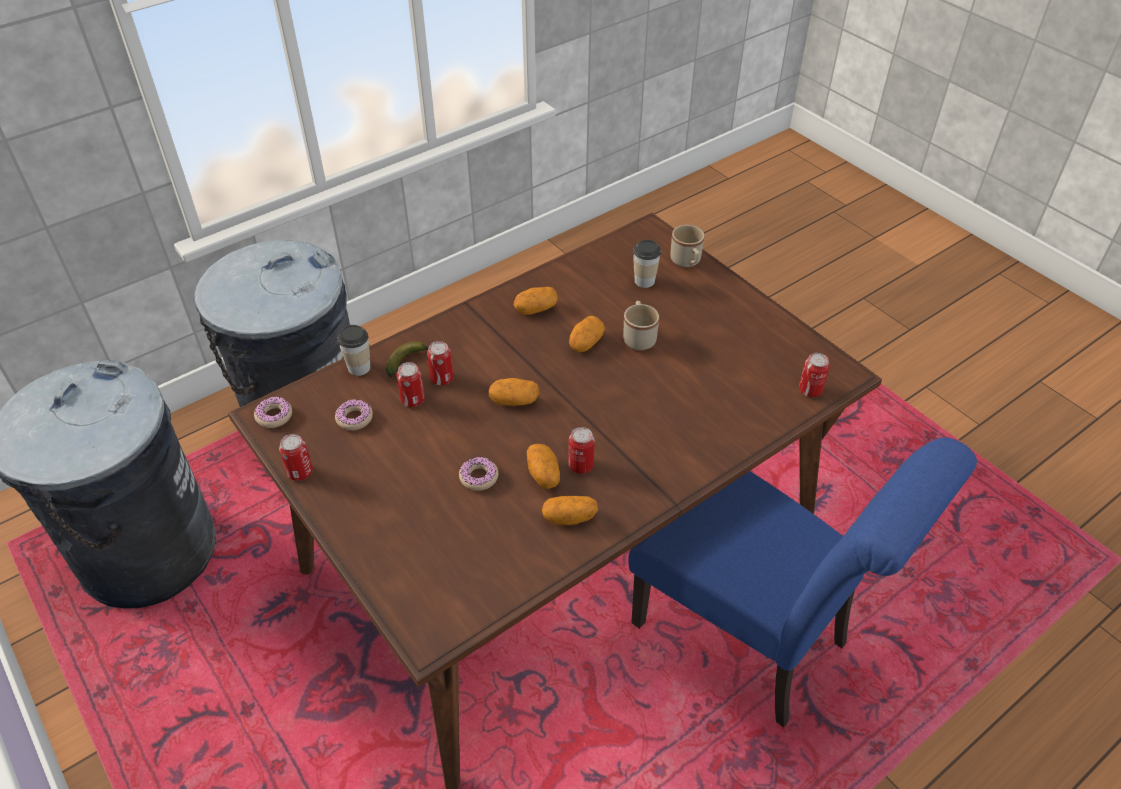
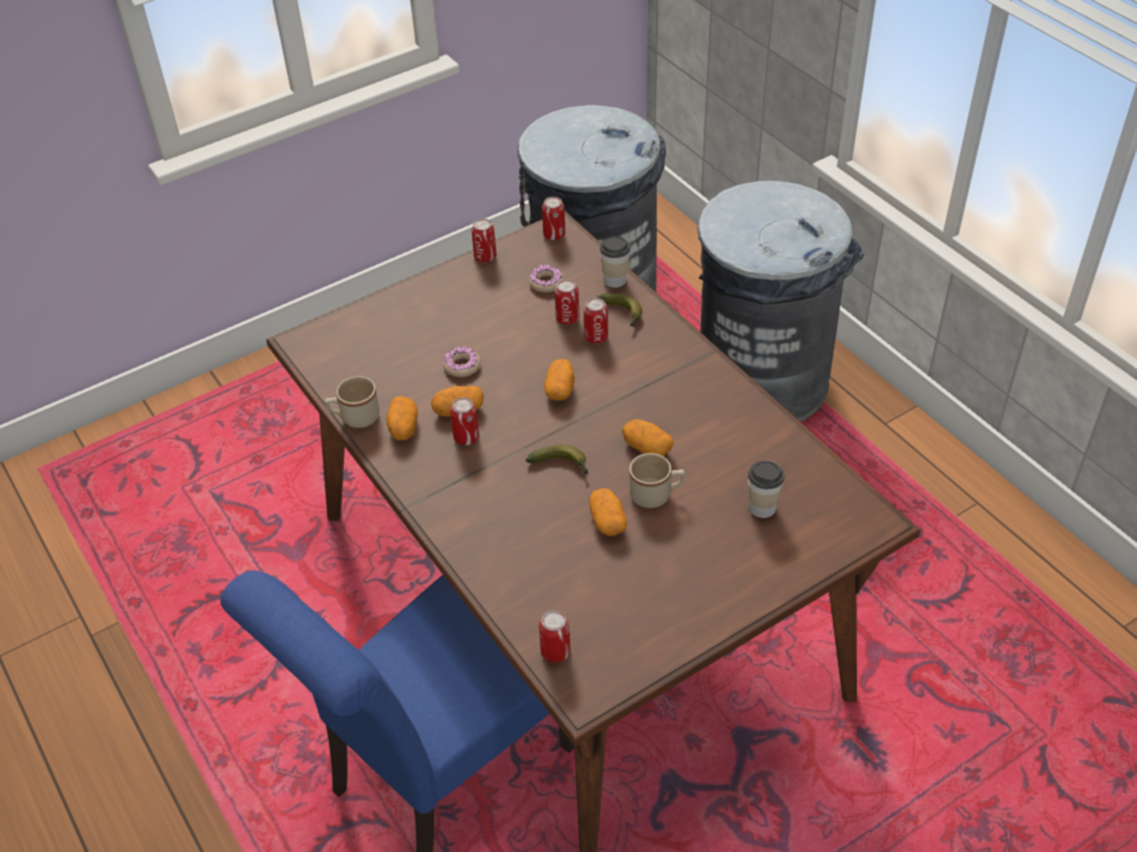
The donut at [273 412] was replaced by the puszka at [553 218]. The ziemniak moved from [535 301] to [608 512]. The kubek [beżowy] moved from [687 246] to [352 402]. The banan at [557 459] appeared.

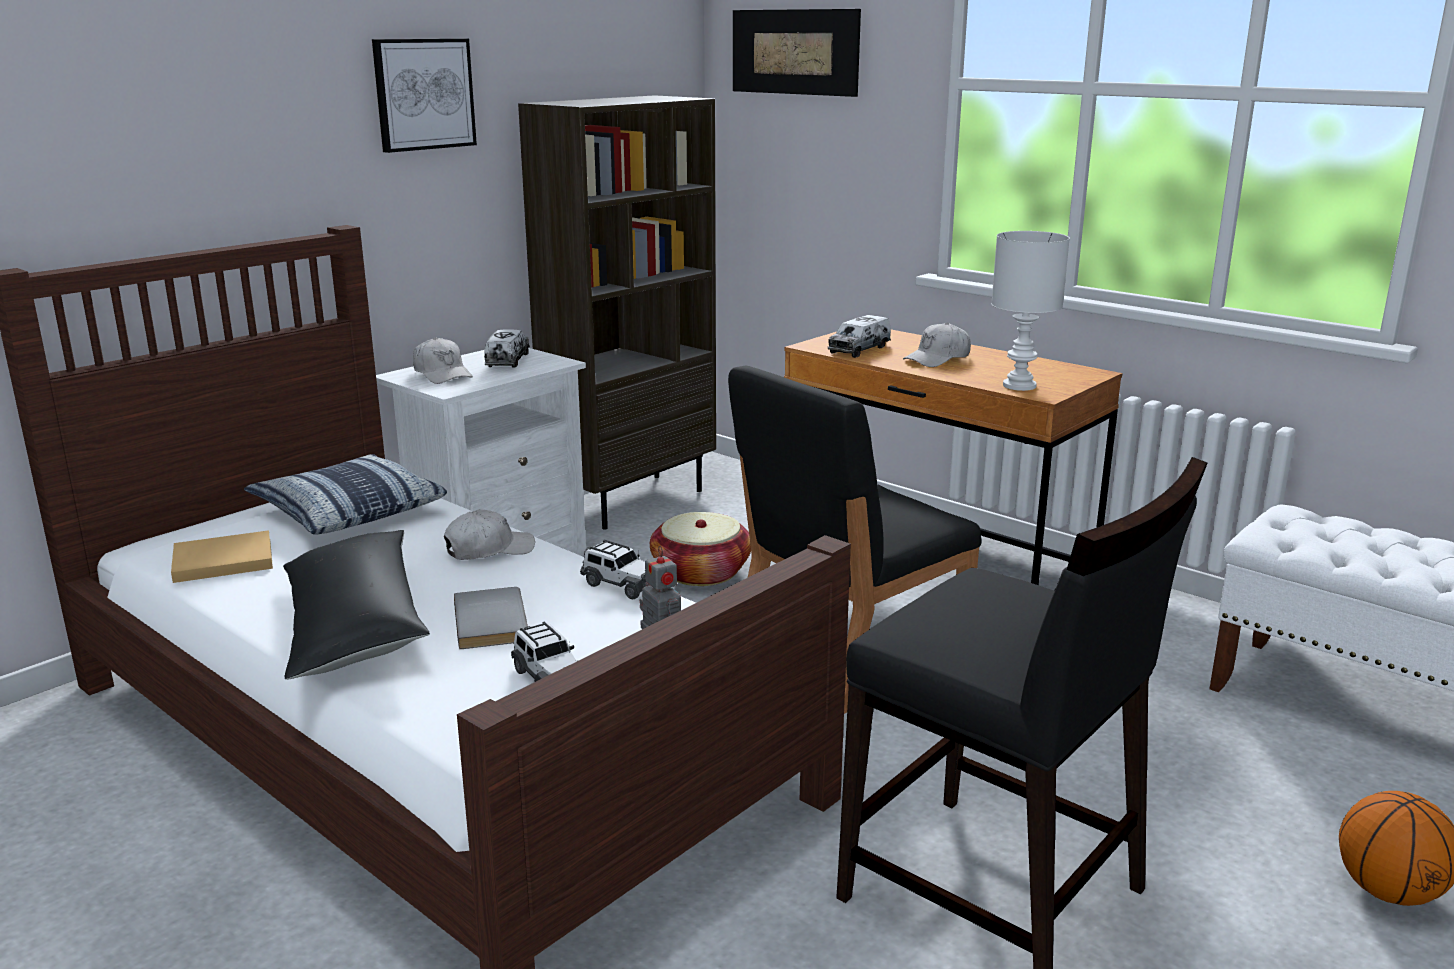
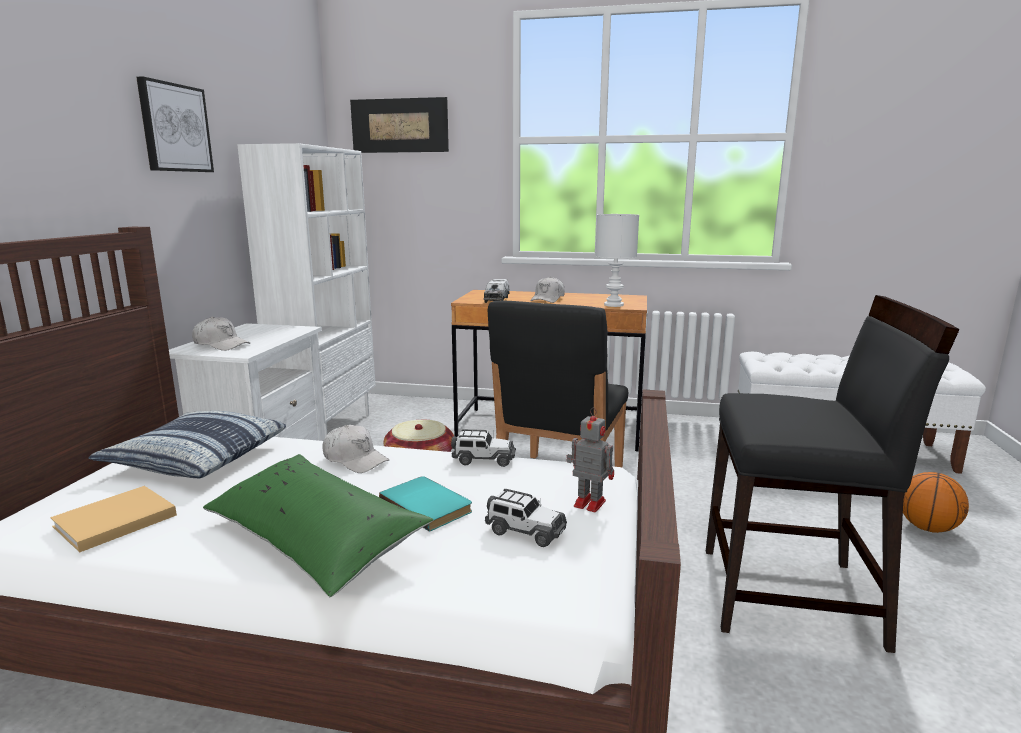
The poduszka [czarny] at [356 605] became the poduszka [zielony] at [318 525]. The czapka z daszkiem [biały] at [489 534] turned 90 degrees clockwise. The książka [szary] at [491 618] became the książka [turkusowy] at [425 504]. The ciężarówka zabawkowa at [507 348] disappeared. The regał [brązowy] at [617 312] became the regał [biały] at [306 289].

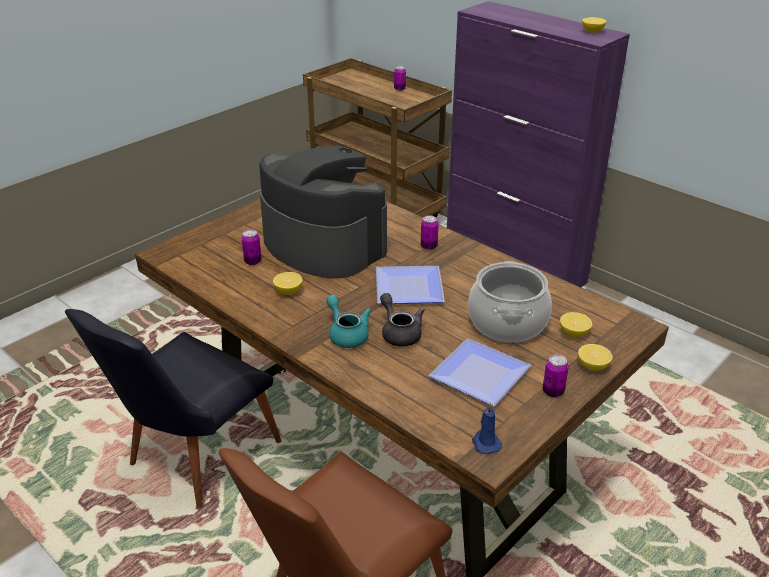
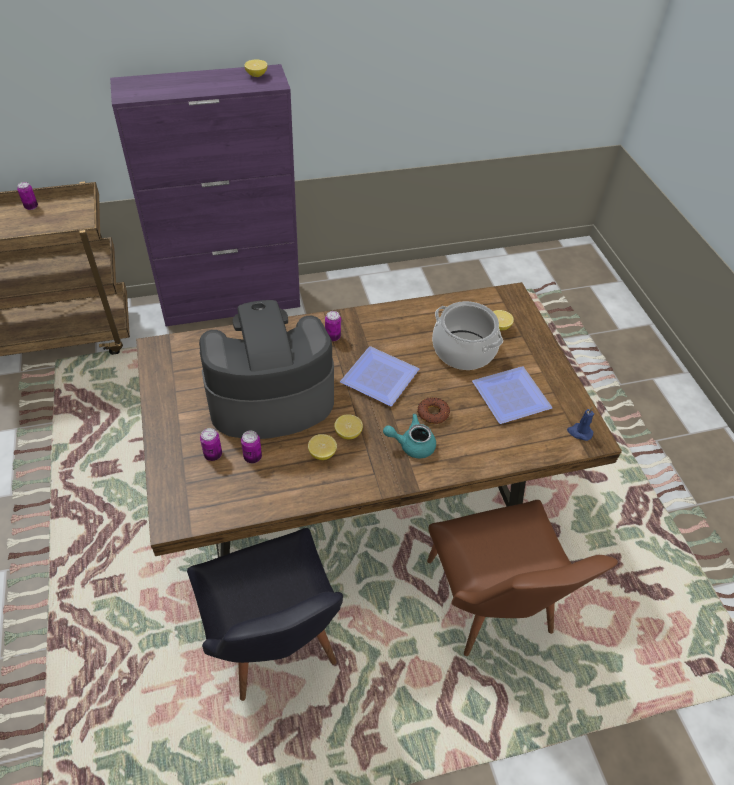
The imbryk [szary] at [402 320] was replaced by the donut at [433 410]. The puszka moved from [556 375] to [211 444]. The cytryna moved from [595 357] to [348 427].

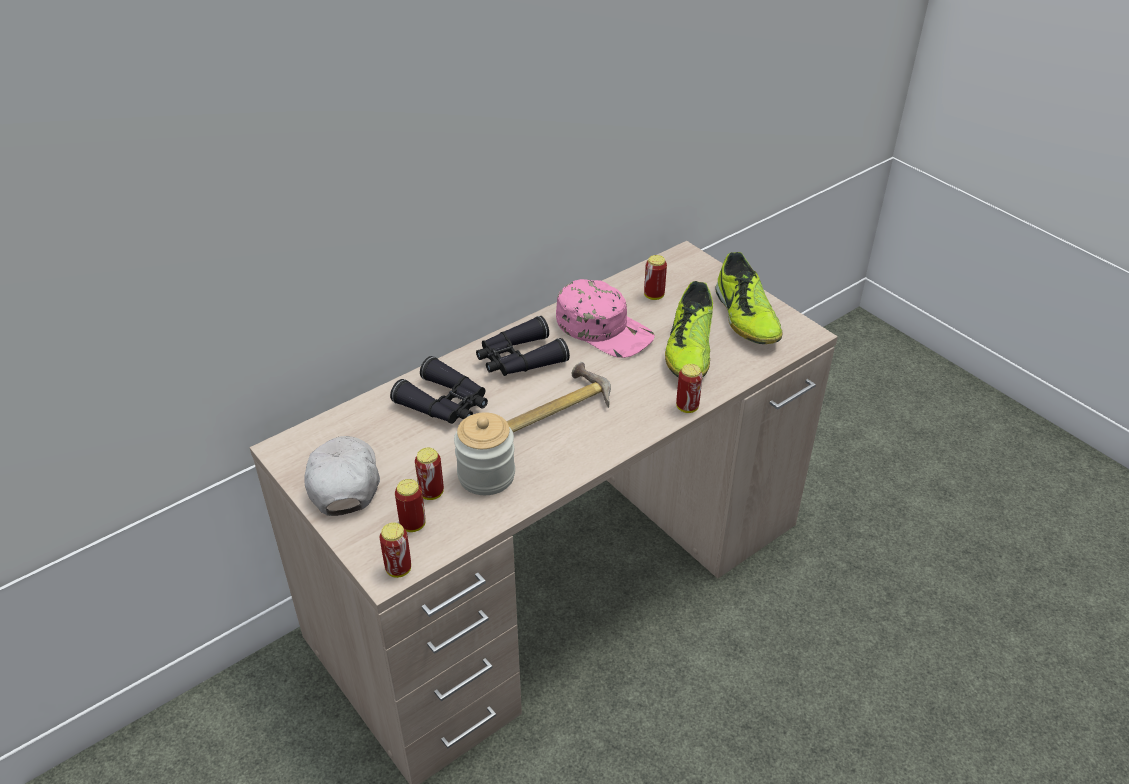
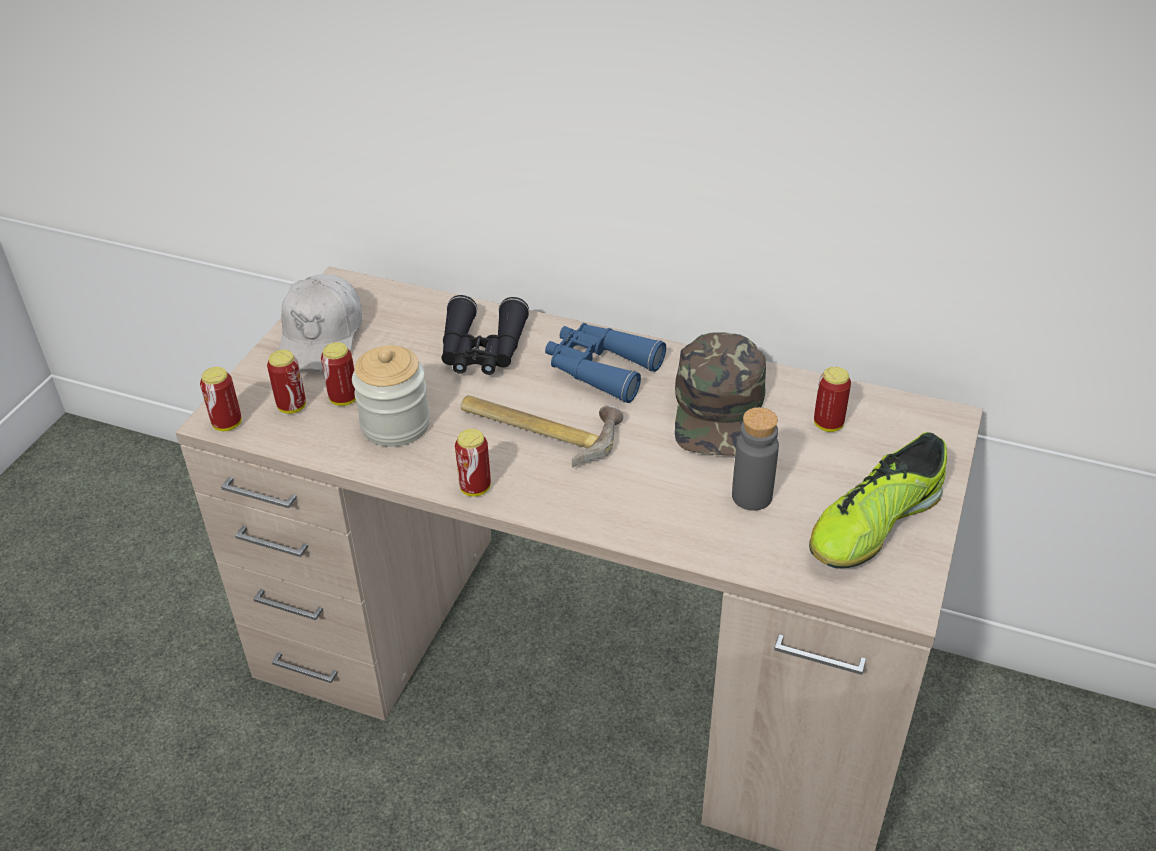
The czapka z daszkiem [biały] at [342 476] turned 135 degrees clockwise. The lornetka [czarny] at [523 346] became the lornetka [niebieski] at [605 363]. The czapka z daszkiem [różowy] at [605 318] became the czapka z daszkiem [zielony] at [720 394]. The but at [689 329] was replaced by the butelka [szary] at [755 458]. The puszka moved from [689 388] to [473 463].

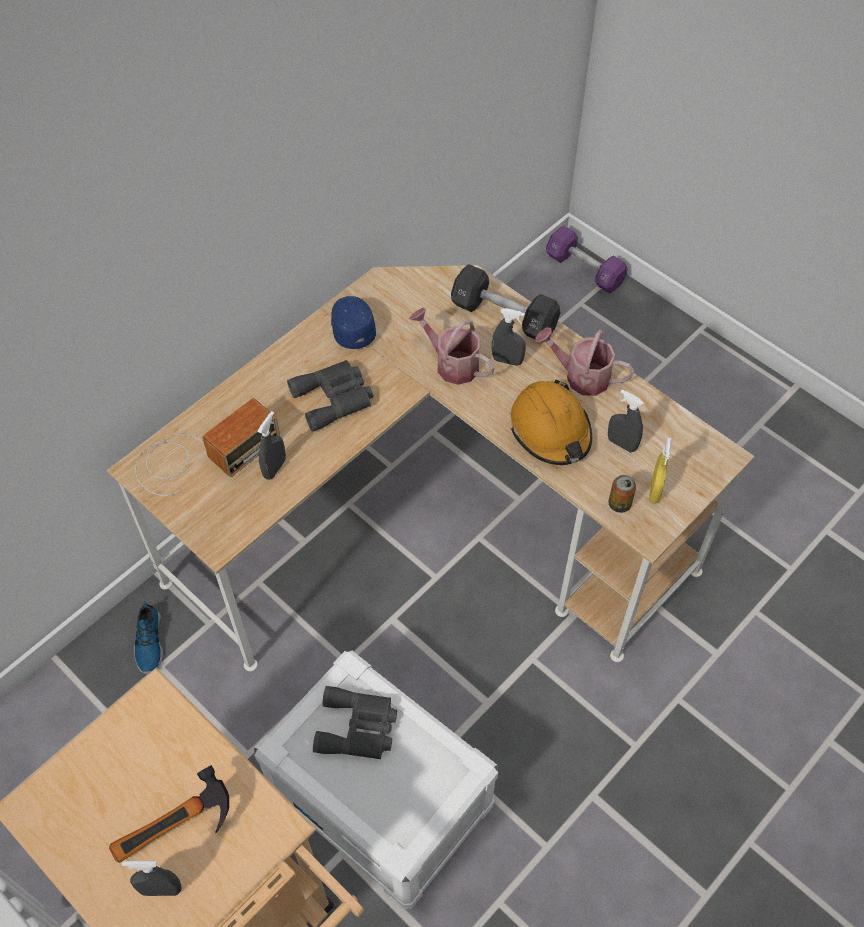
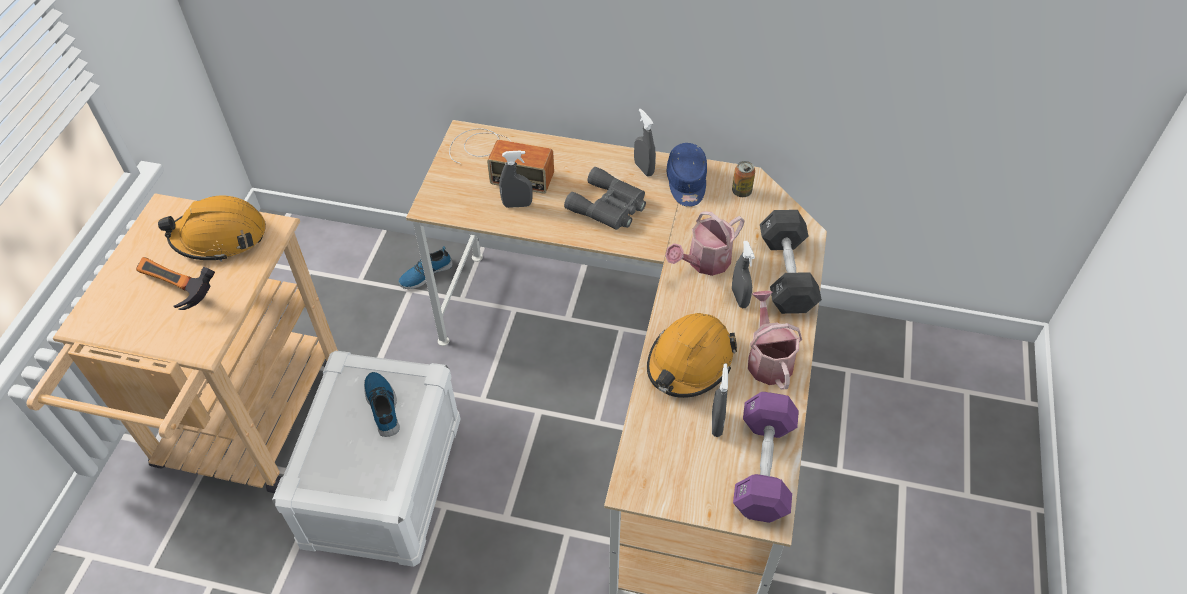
The spryskiwacz [szary] moved from [152 878] to [645 143]. The lornetka [szary] at [355 722] was replaced by the but at [382 404]. The czapka z daszkiem [niebieski] at [353 322] turned 135 degrees clockwise. The konewka at [452 346] turned 135 degrees counterclockwise. The hantel [fioletowy] moved from [587 259] to [766 457]. The puszka moved from [622 494] to [743 179]. The spryskiwacz [żółty] at [660 471] disappeared. The kask [pomarańczowy] at [212 228] appeared.

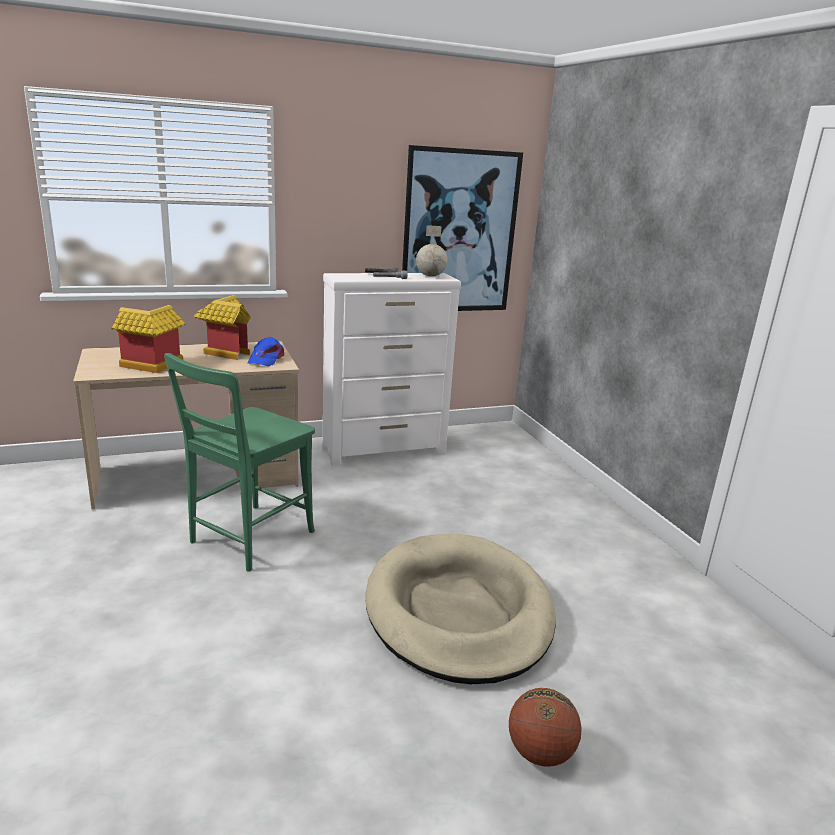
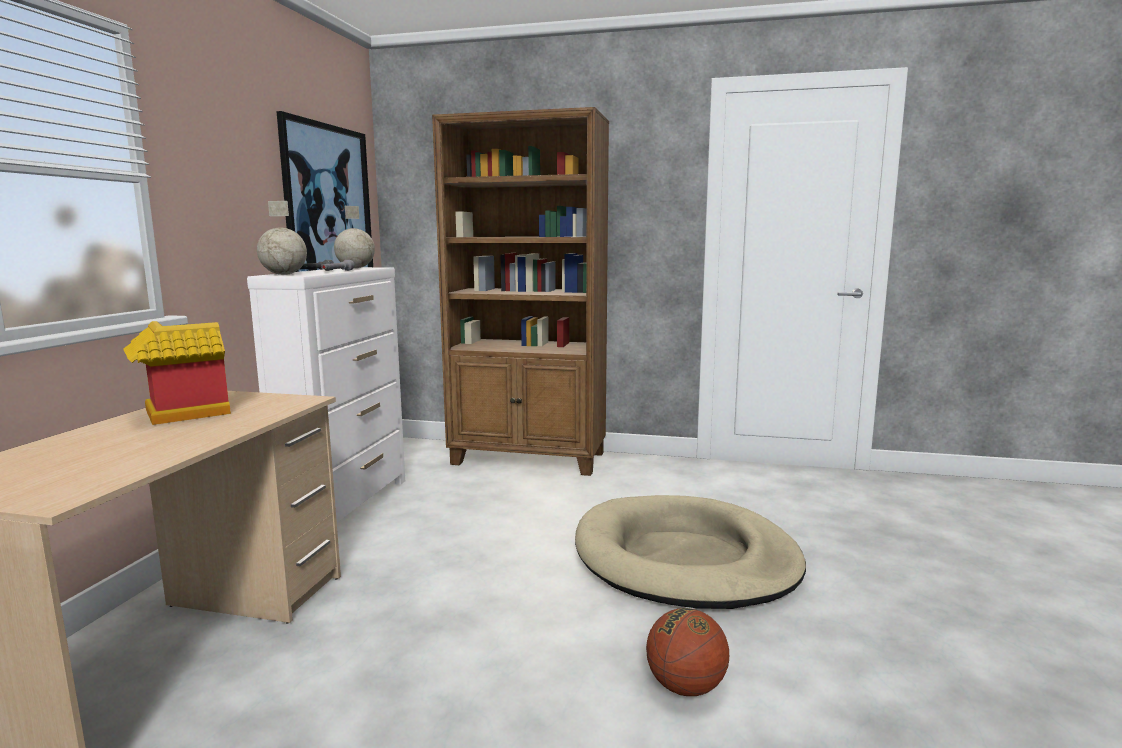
The domek at [148 339] disappeared. The krzesło [zielony] at [239 462] disappeared. The czapka z daszkiem [niebieski] at [265 351] disappeared. The piłka do koszykówki moved from [545 727] to [687 652]. The globus at [282 238] appeared. The regał [brązowy] at [520 291] appeared.

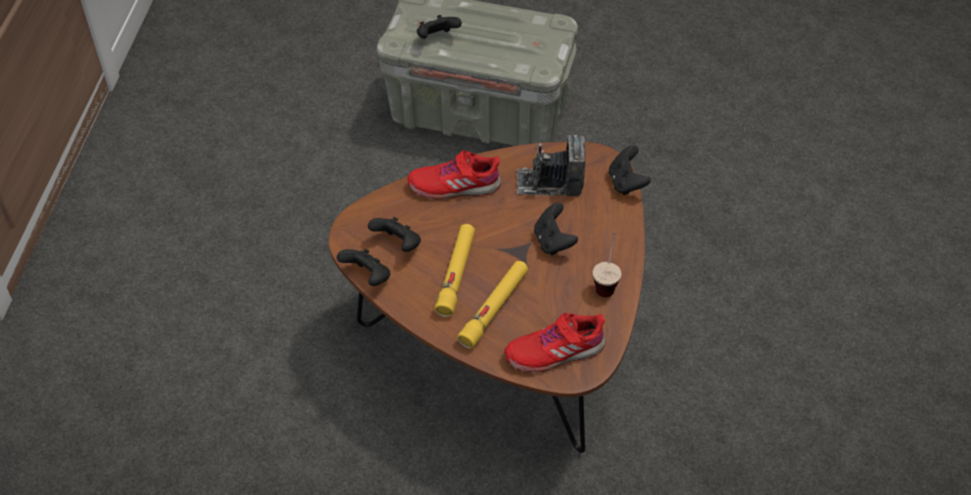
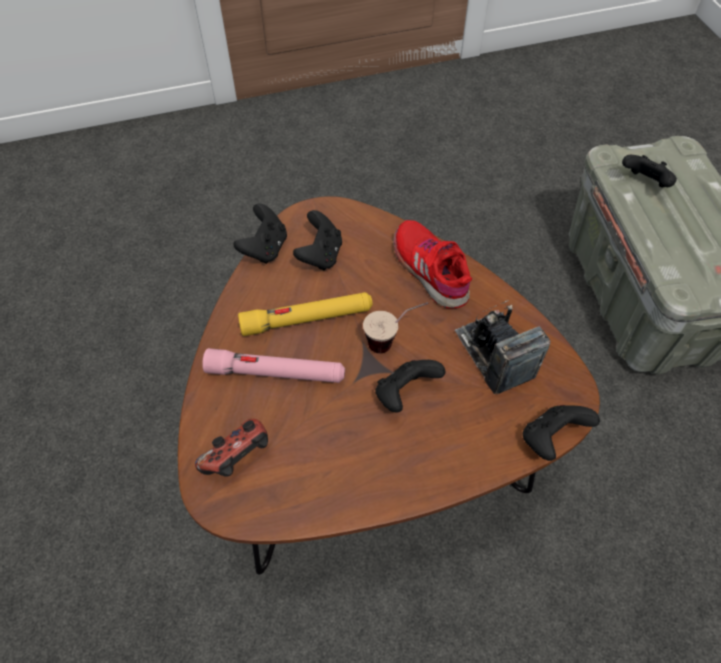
The latarka [żółty] at [492 305] became the latarka [różowy] at [273 365]. The but [czerwony] at [554 343] was replaced by the pad do gier at [231 448]. The filiżanka moved from [607 264] to [396 328].

